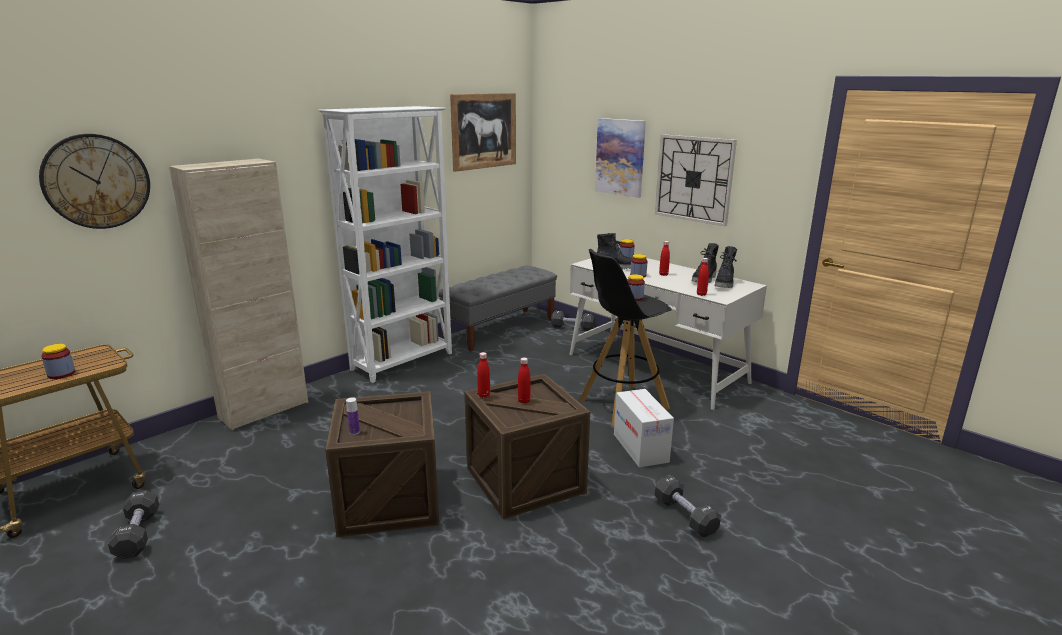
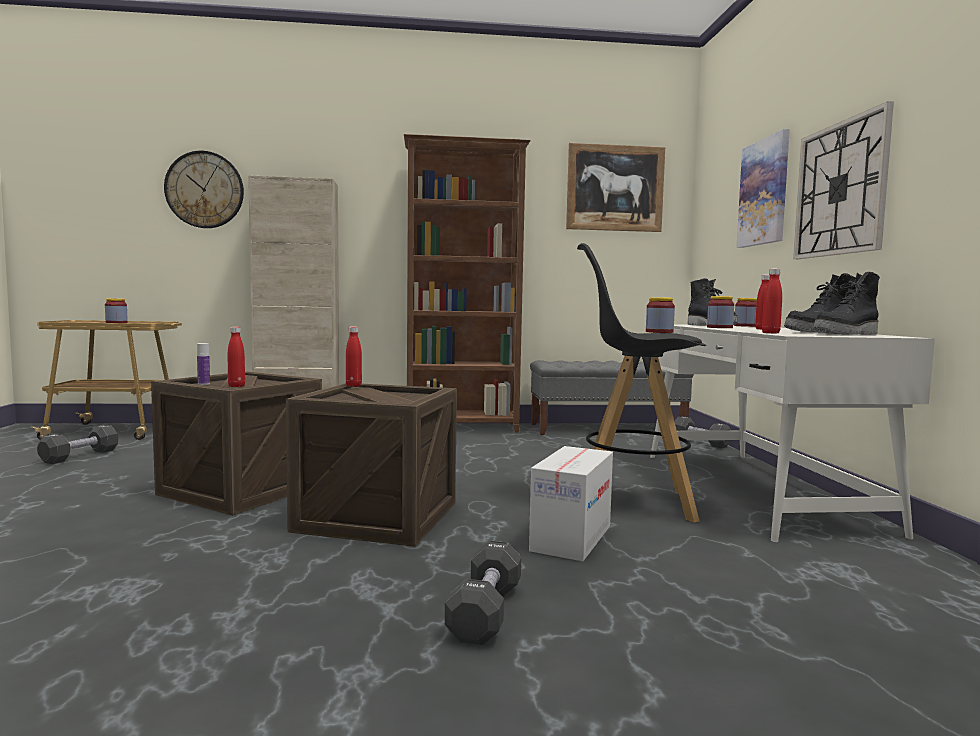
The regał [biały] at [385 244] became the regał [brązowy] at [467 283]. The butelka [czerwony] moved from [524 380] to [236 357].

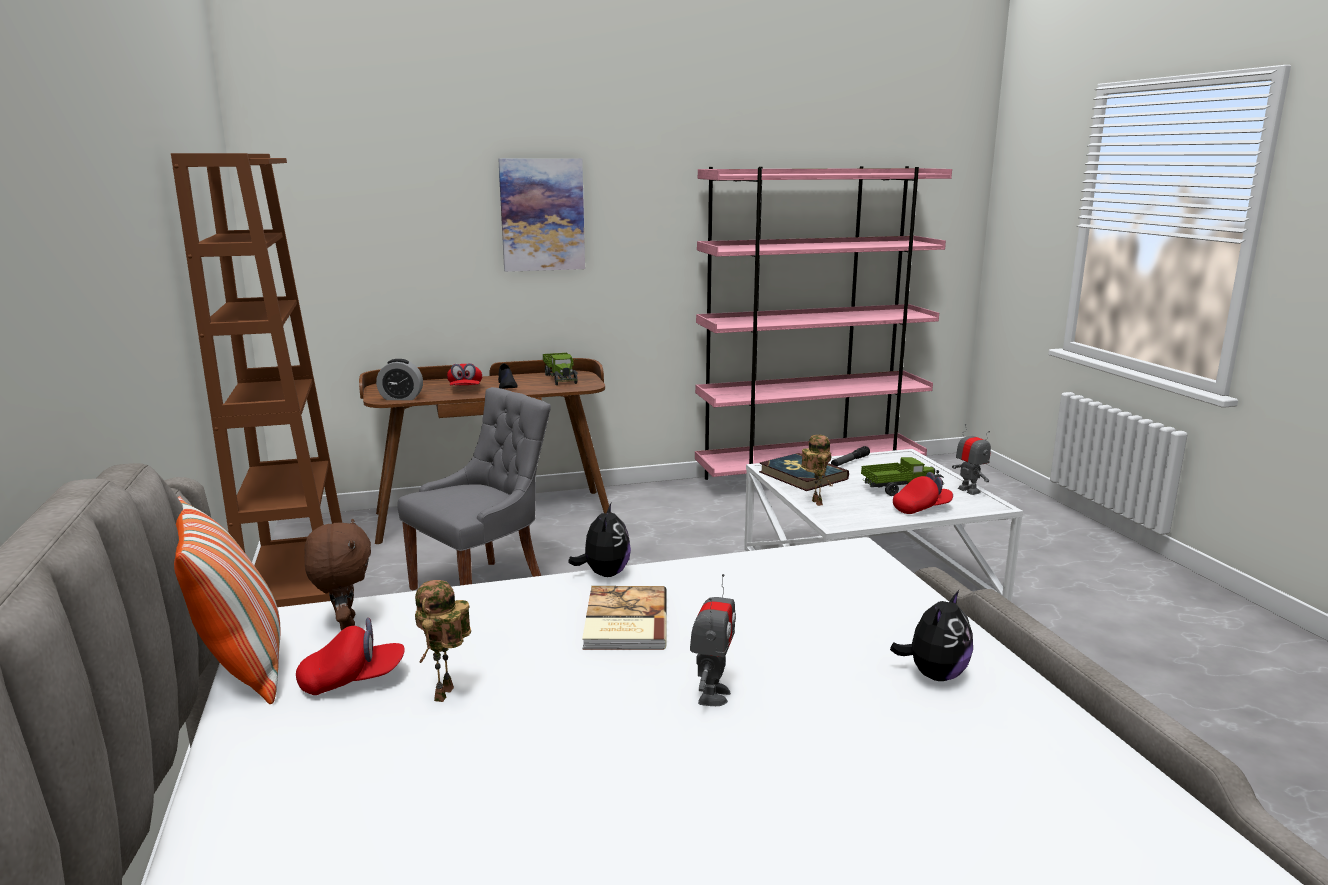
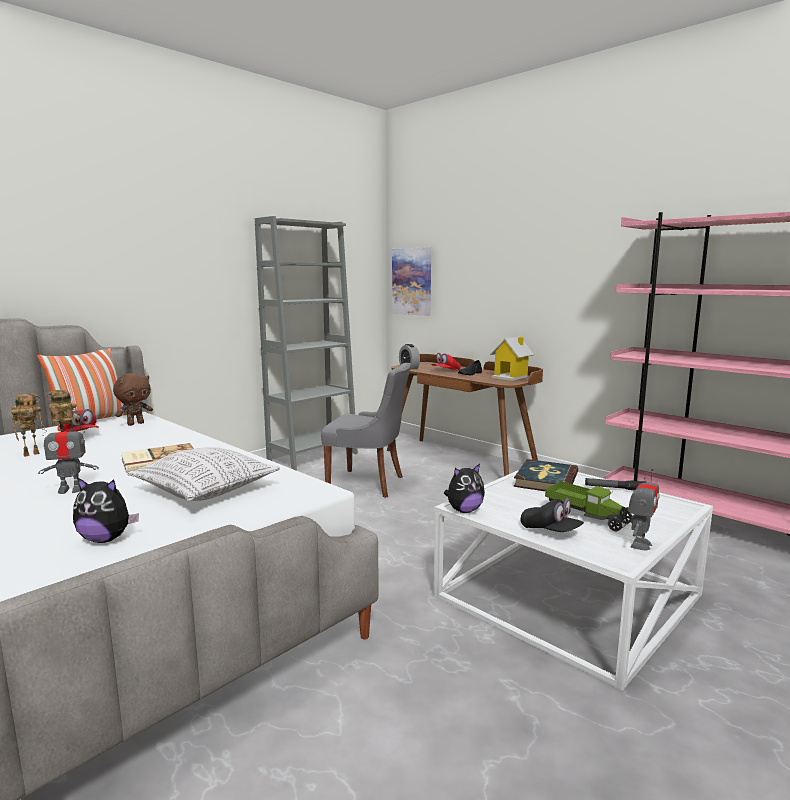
The regał [brązowy] at [256 380] became the regał [szary] at [306 343]. The obraz moved from [541 215] to [411 281]. The ciężarówka zabawkowa at [560 369] was replaced by the domek at [512 359]. The pluszak moved from [599 540] to [464 488]. The robot zabawkowy moved from [817 470] to [28 425]. The czapka z daszkiem [czerwony] at [923 493] became the czapka z daszkiem [czarny] at [552 515]. The poduszka at [203 474] appeared.

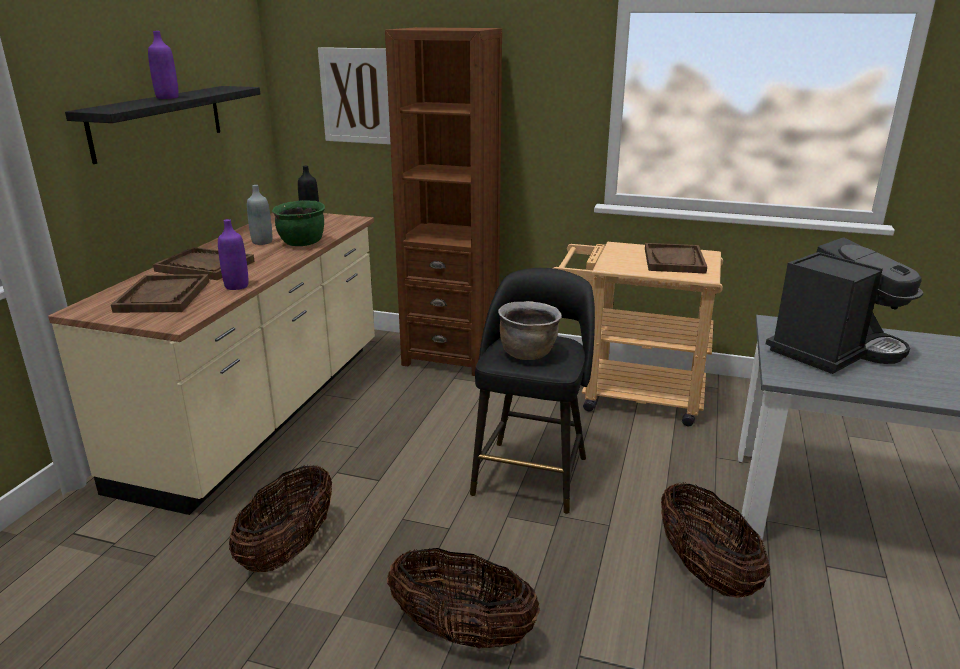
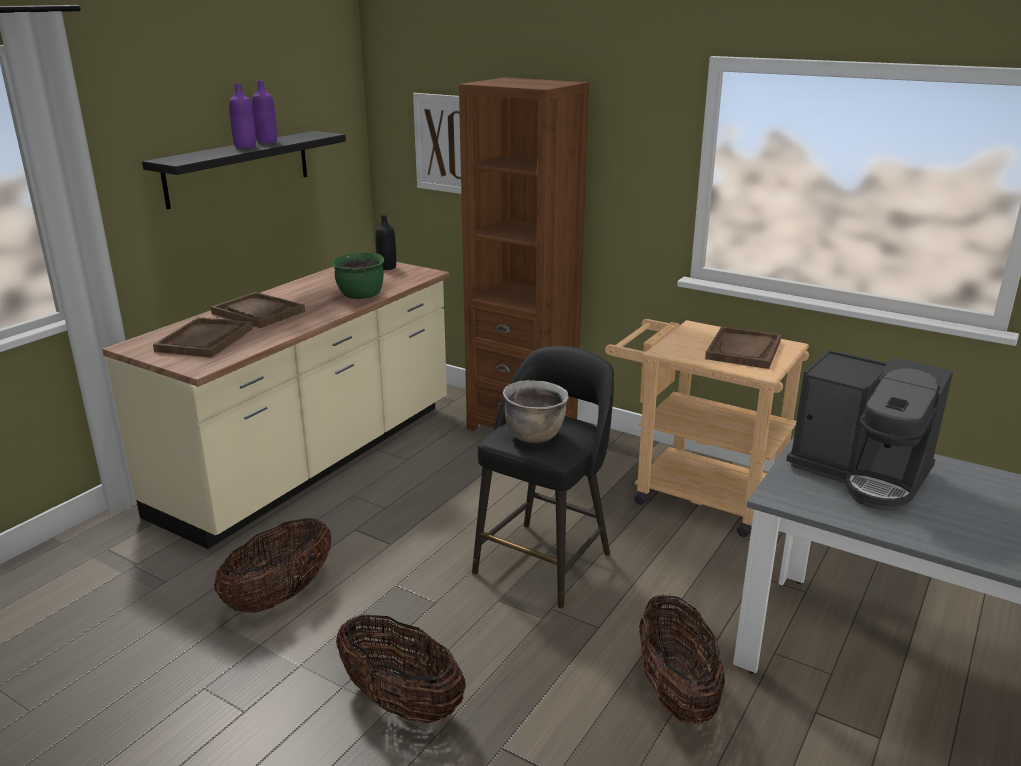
The butelka [fioletowy] moved from [233 254] to [264 111]. The butelka [szary] at [260 215] disappeared. The ekspres do kawy at [844 305] turned 60 degrees clockwise.

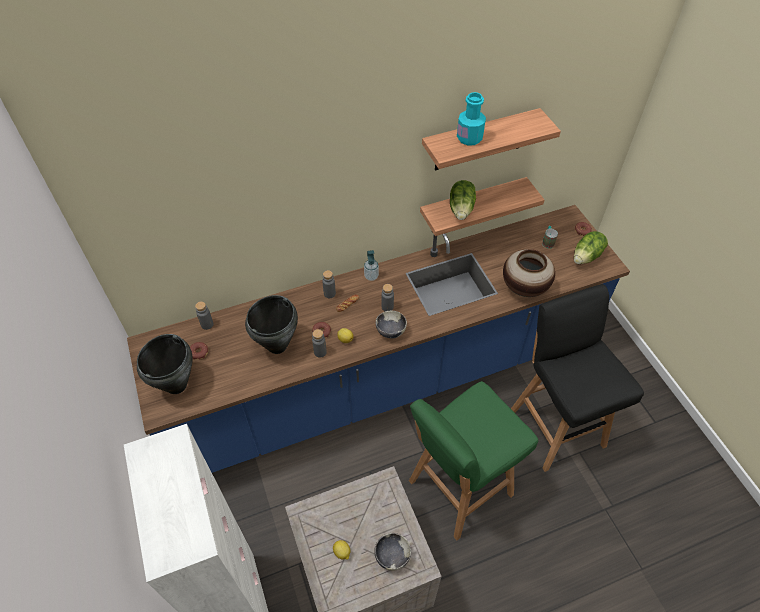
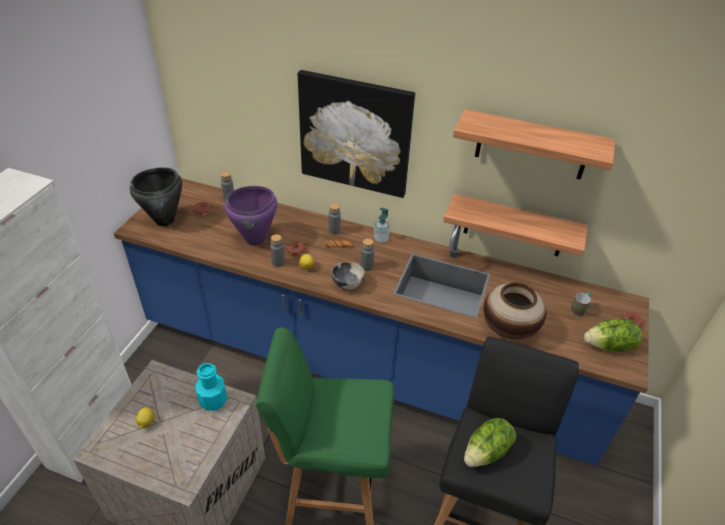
The garnek [czarny] at [271 324] became the garnek [fioletowy] at [251 216]. The miska at [392 552] disappeared. The sałata moved from [463 200] to [490 442]. The butelka [turkusowy] moved from [471 119] to [211 387]. The obraz at [356 134] appeared.

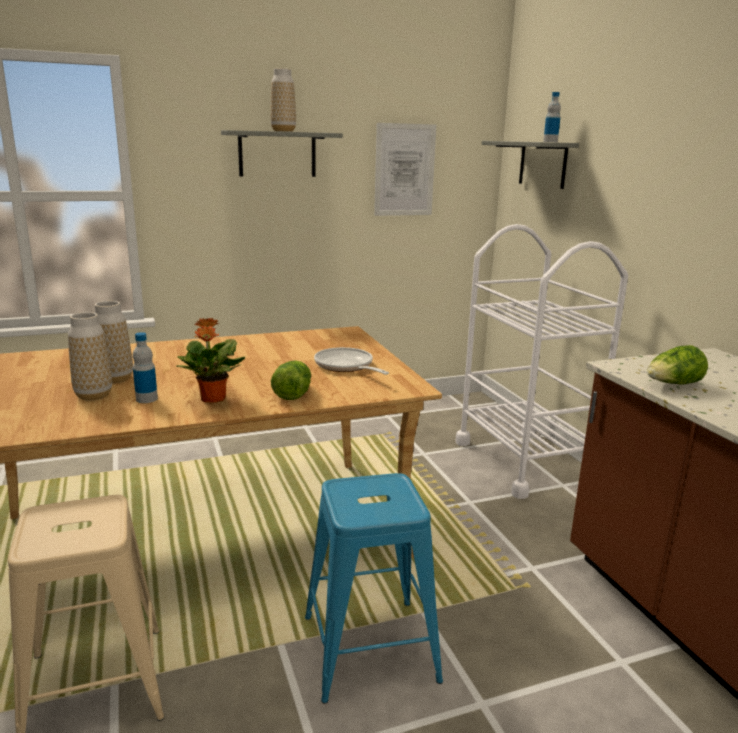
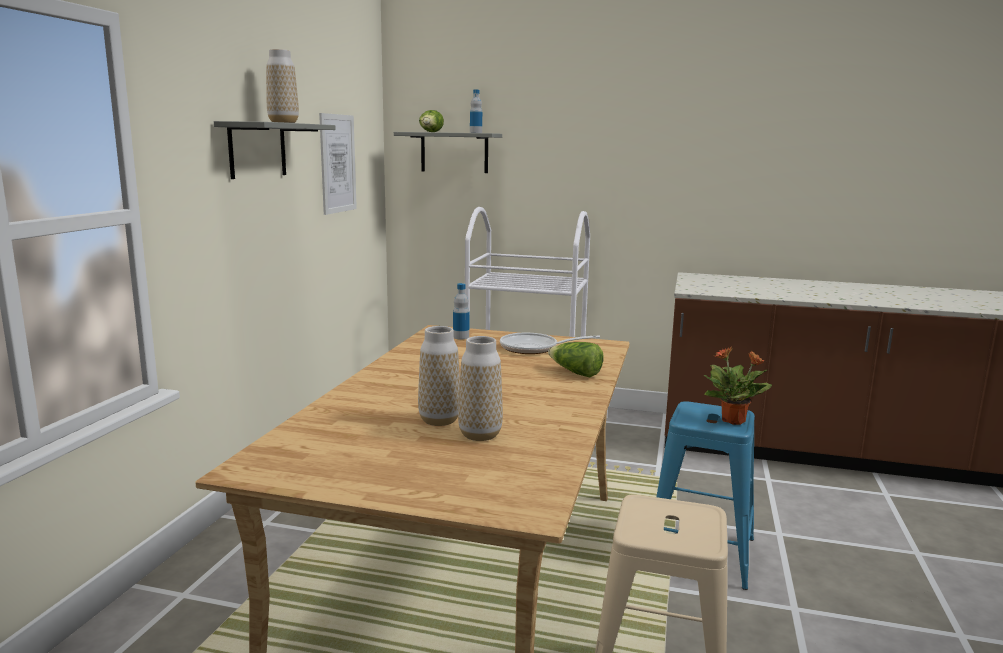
The butelka moved from [145 367] to [461 311]. The roślina doniczkowa moved from [211 360] to [738 386]. The sałata moved from [677 365] to [431 121].

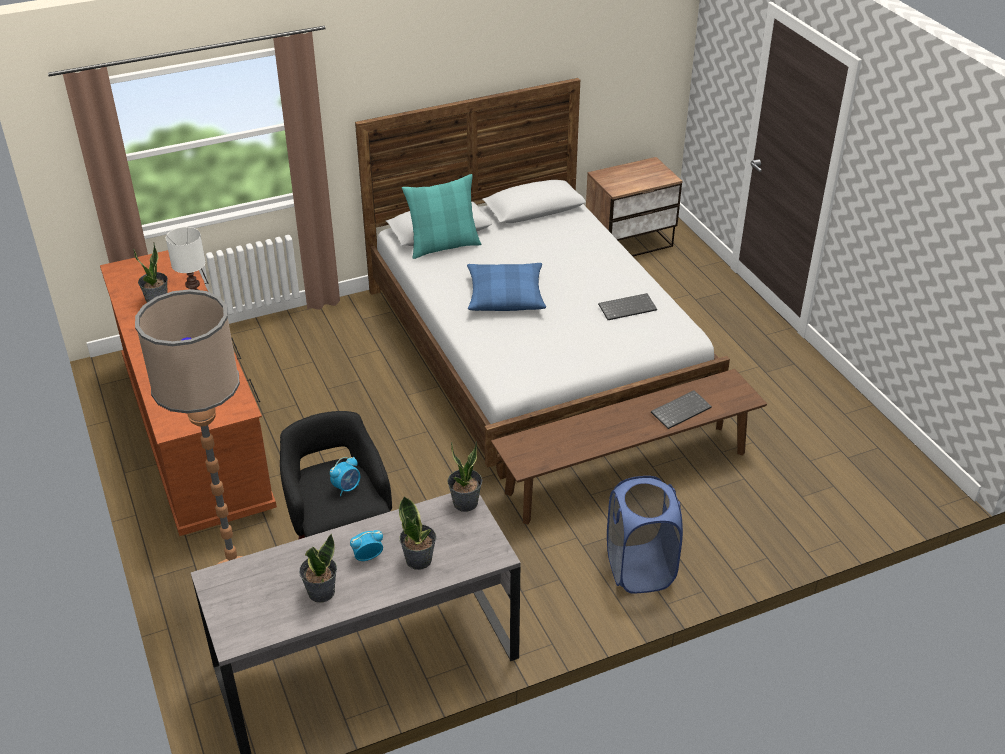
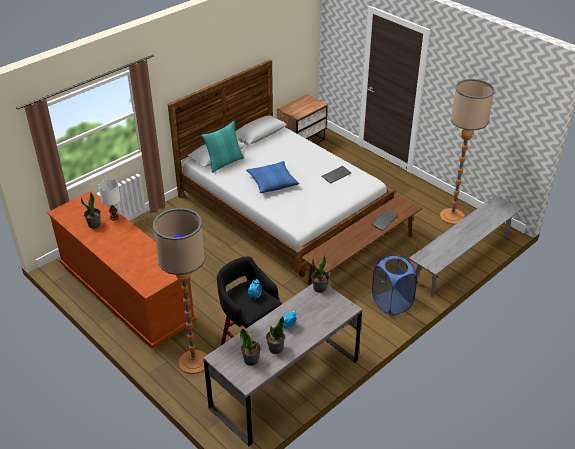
The roślina doniczkowa moved from [417 533] to [250 347]. The ławka [szary] at [465 246] appeared. The lampa stojąca at [467 152] appeared.

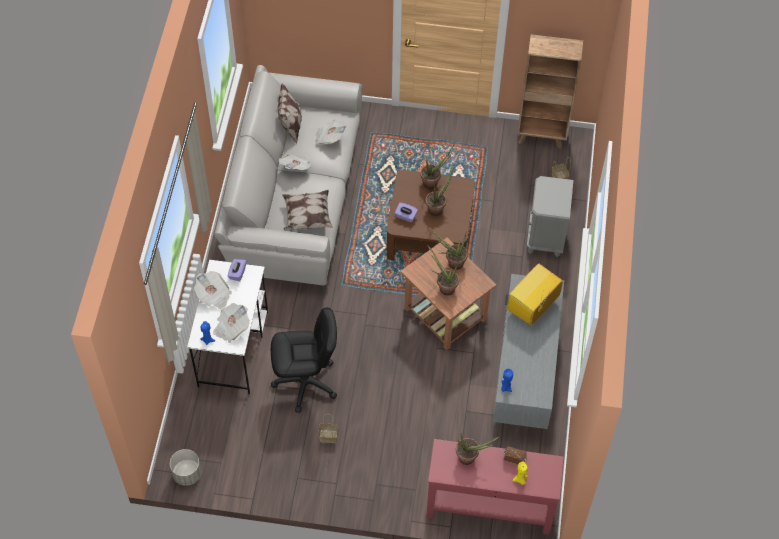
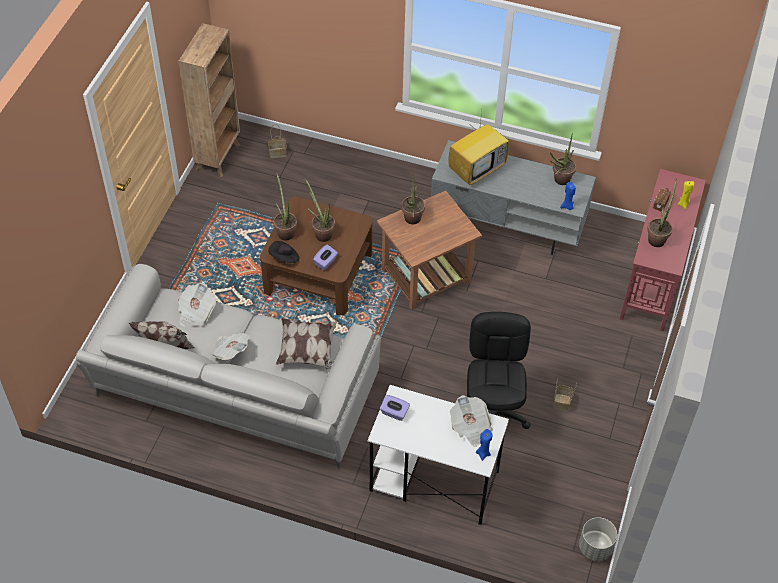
The gazeta at [213 290] disappeared. The roślina doniczkowa moved from [443 270] to [563 159]. The telewizor at [535 294] turned 90 degrees counterclockwise. The szafka nocna [szary] at [550 216] disappeared. The kapelusz [czarny] at [284 252] appeared.

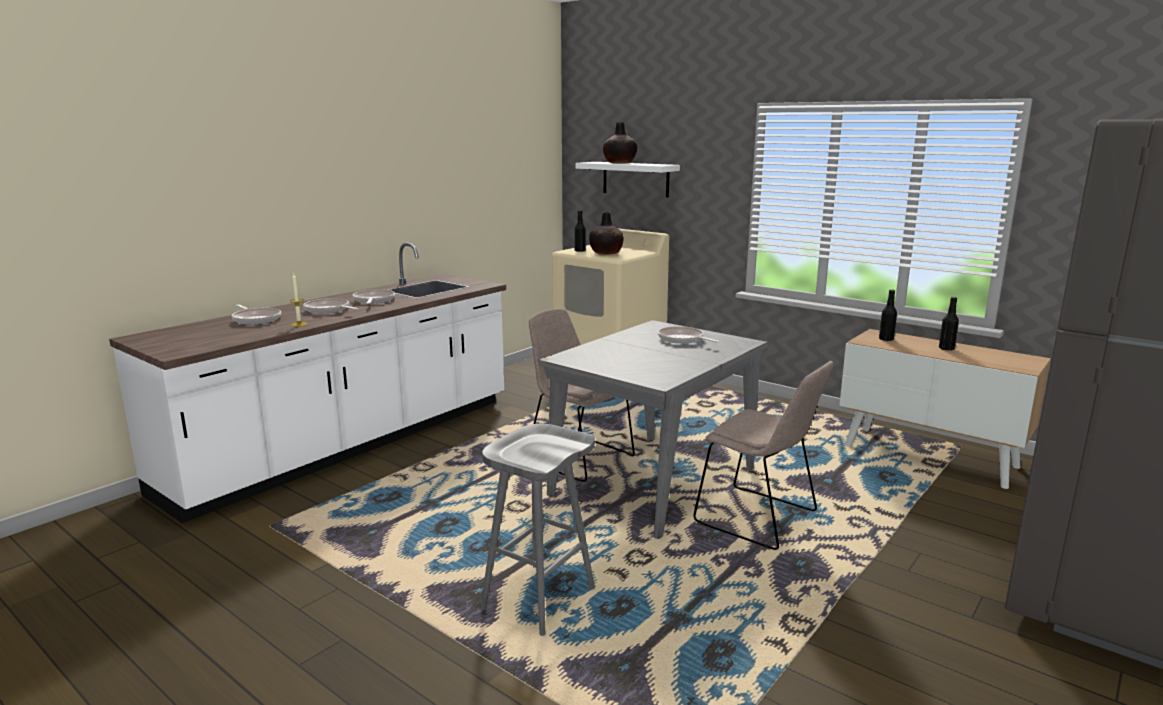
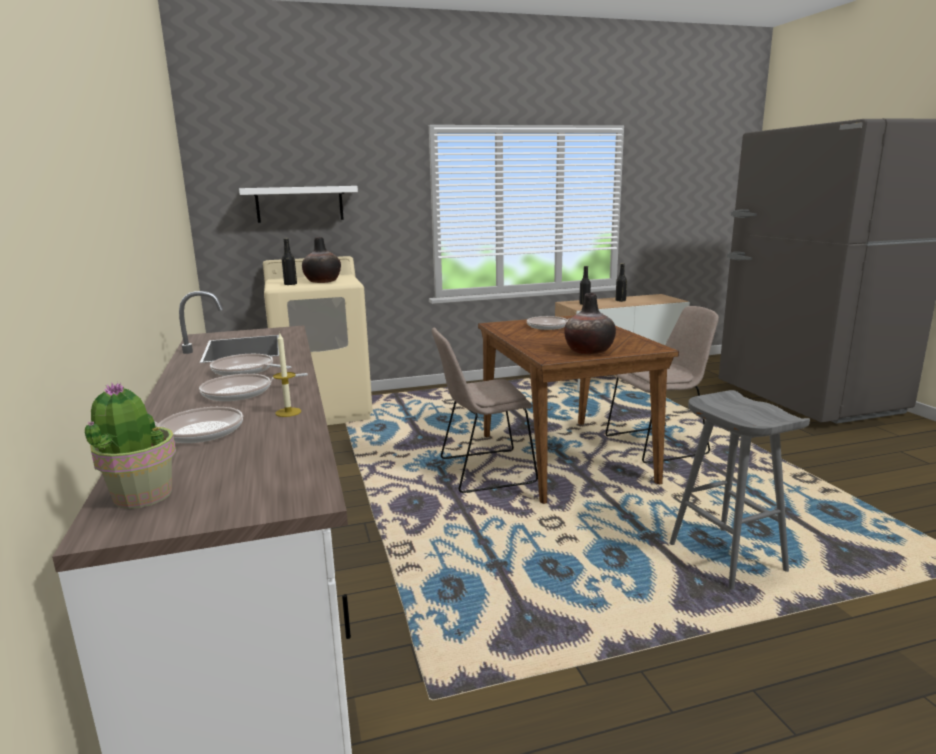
The stół jadalny [szary] at [653 429] became the stół jadalny [brązowy] at [578 409]. The wazon moved from [620 143] to [590 324]. The roślina doniczkowa at [130 445] appeared.

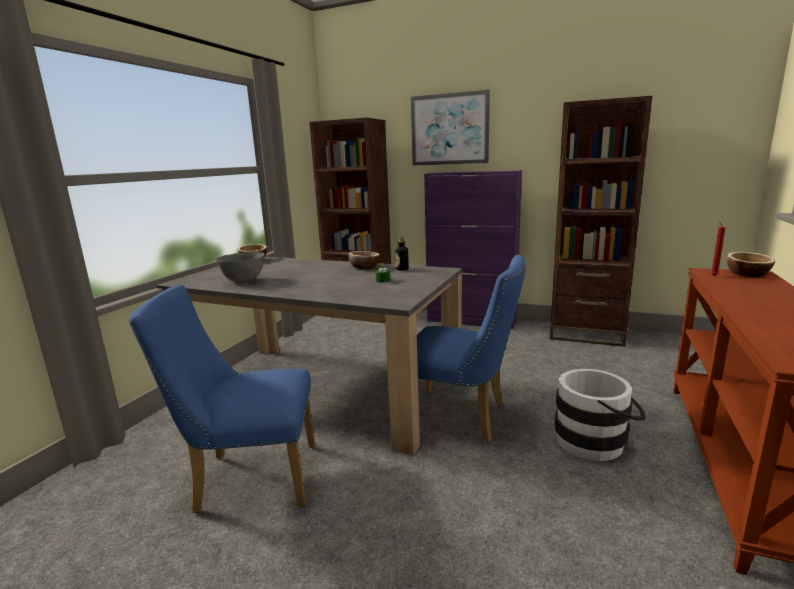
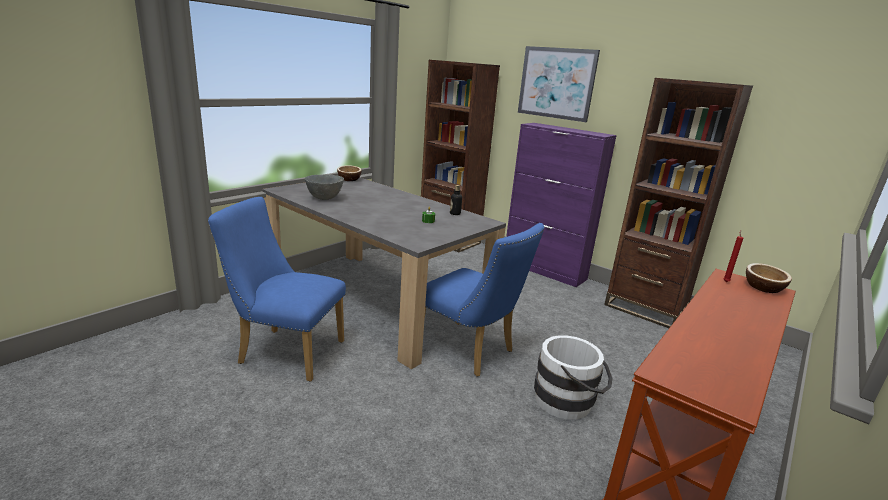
The miska at [364 260] disappeared.

